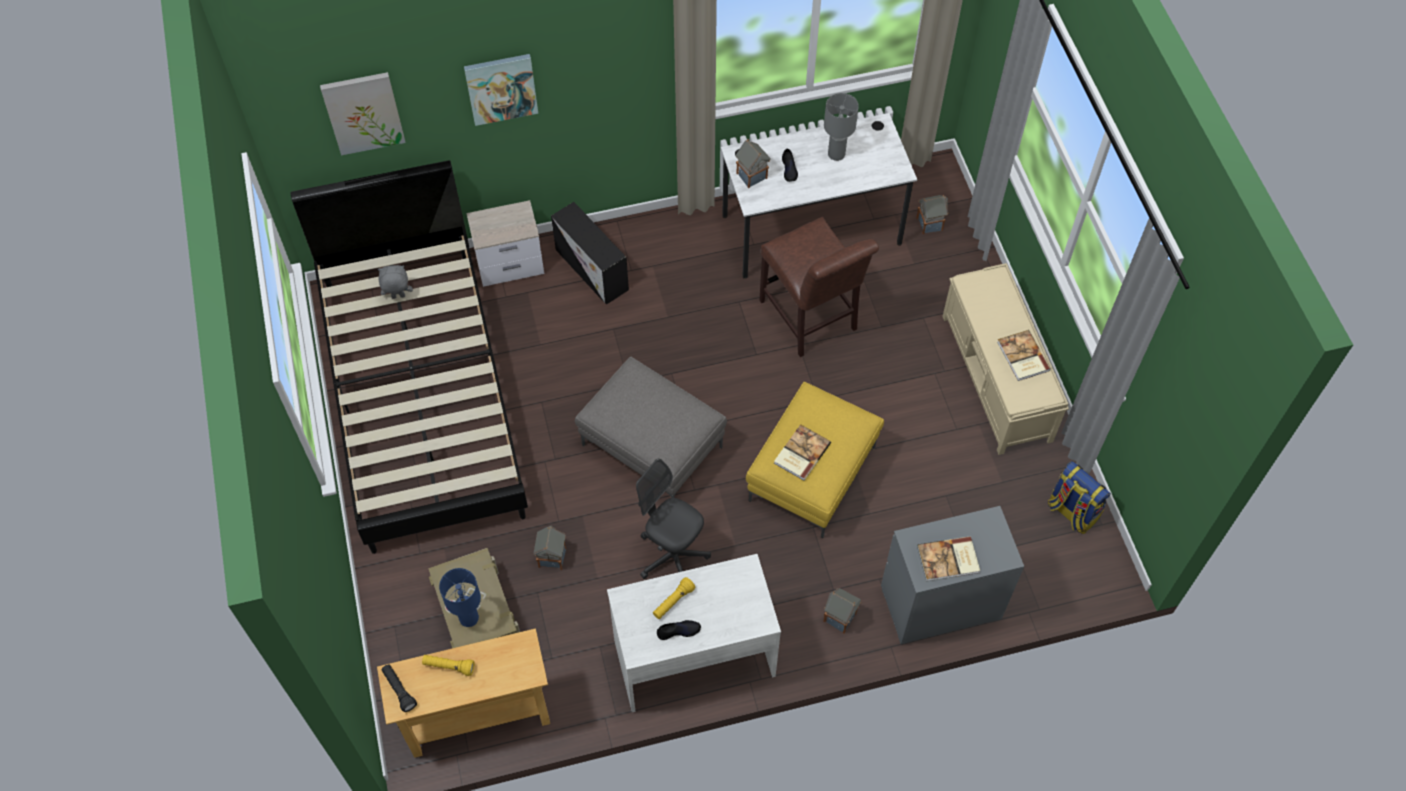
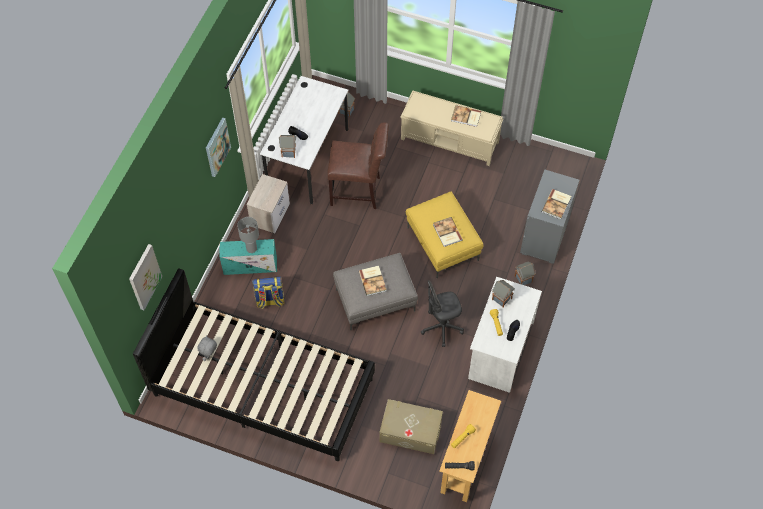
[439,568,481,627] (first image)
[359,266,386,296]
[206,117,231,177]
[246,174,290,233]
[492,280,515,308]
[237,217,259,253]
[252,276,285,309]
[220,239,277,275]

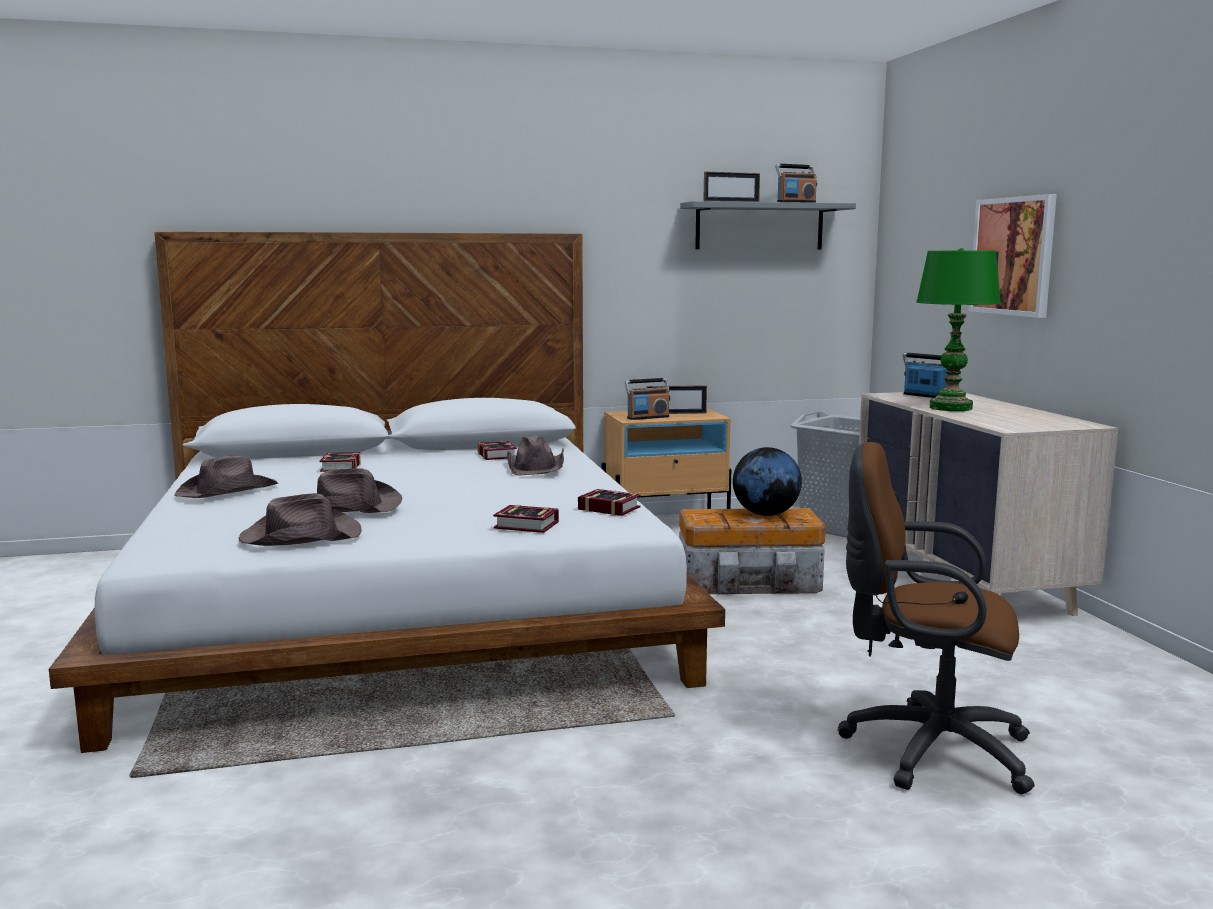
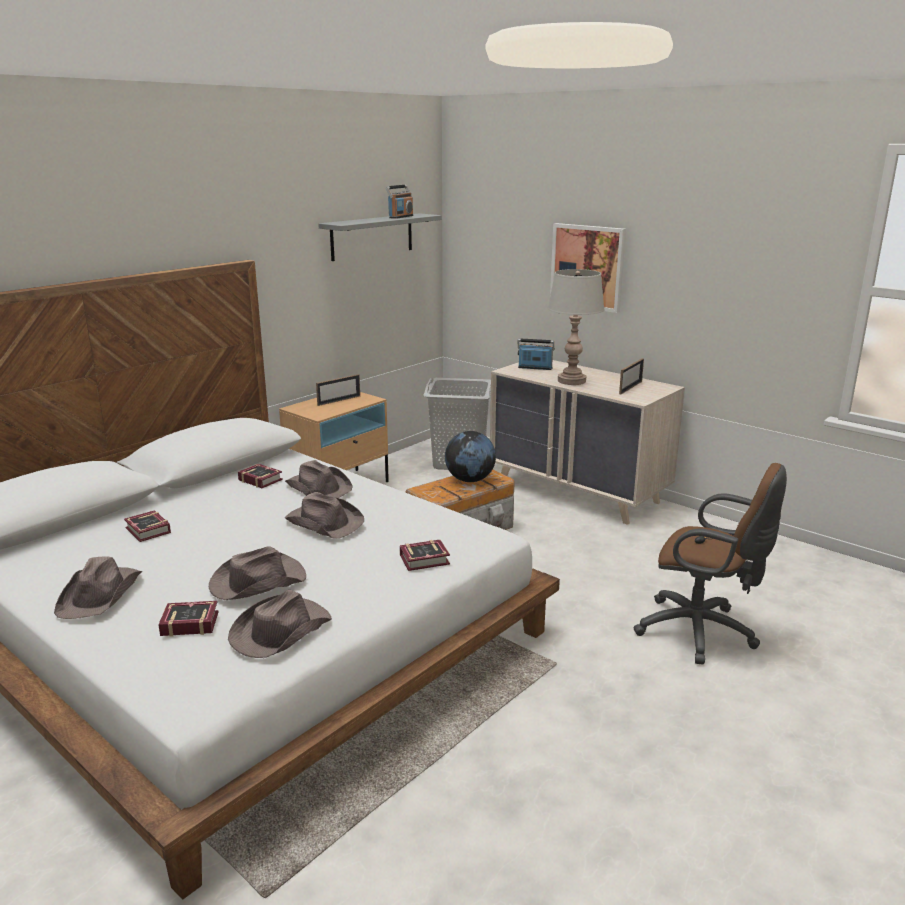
[625,378,670,420] (first image)
[285,492,364,539]
[158,601,219,637]
[619,358,644,394]
[548,269,605,385]
[634,463,787,665]

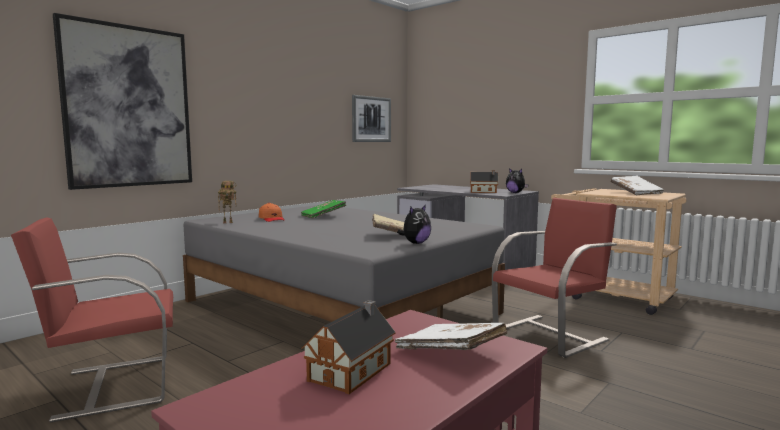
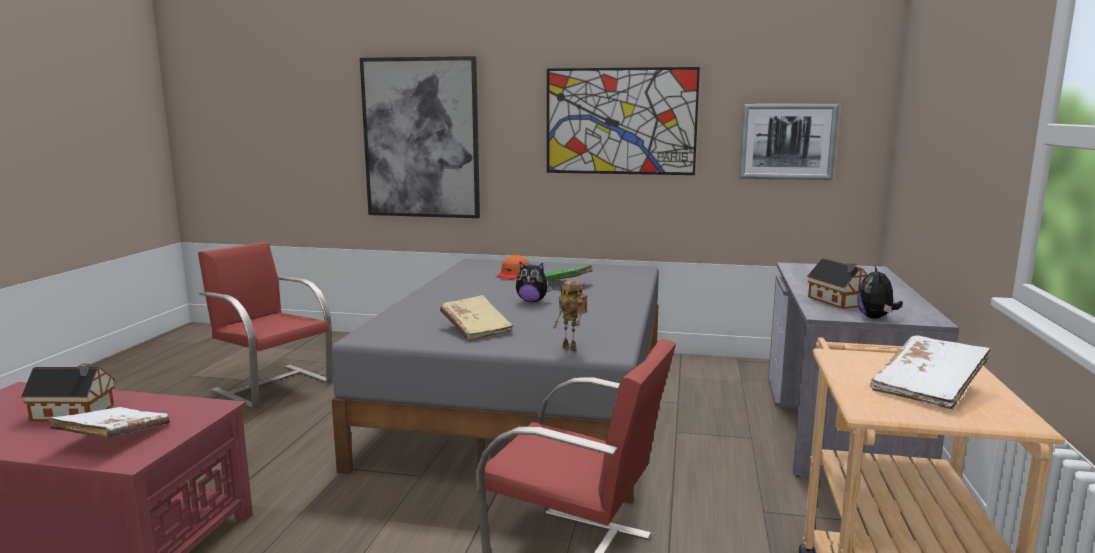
[547,67,700,175]
[554,281,587,352]
[516,262,552,302]

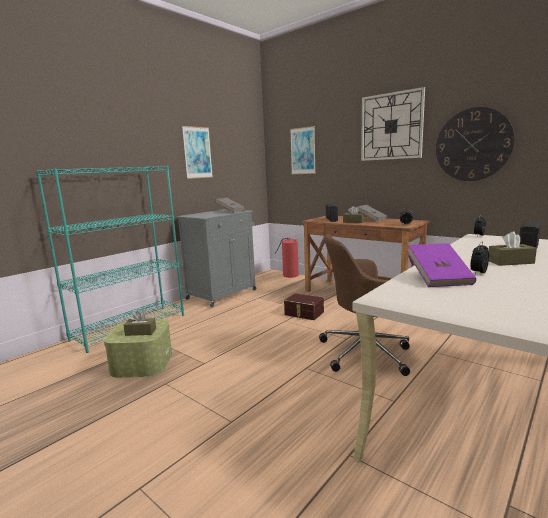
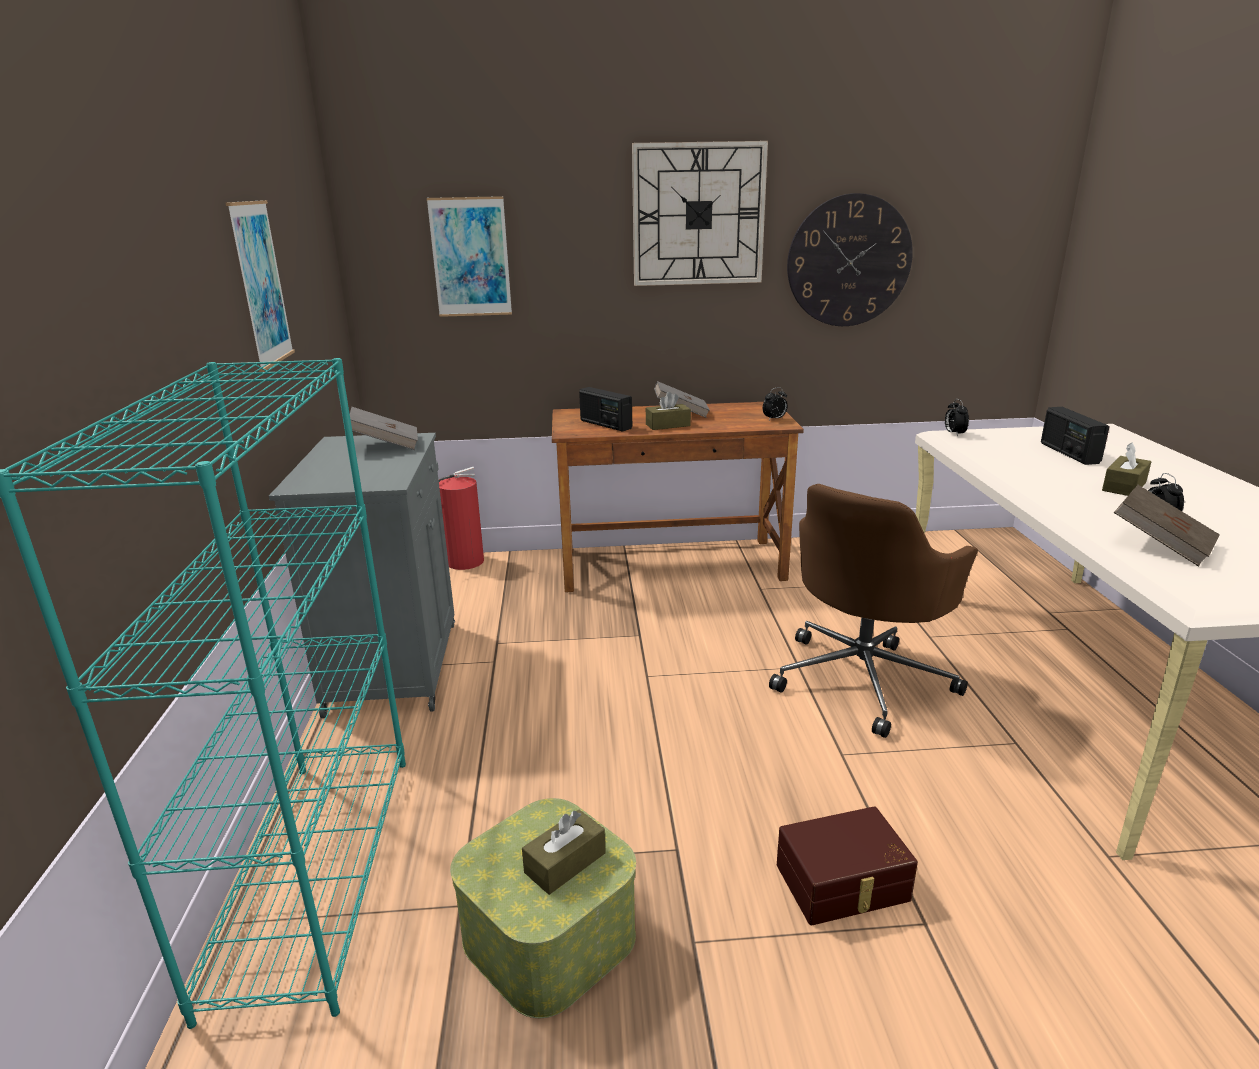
[777,806,918,925]
[1114,485,1220,567]

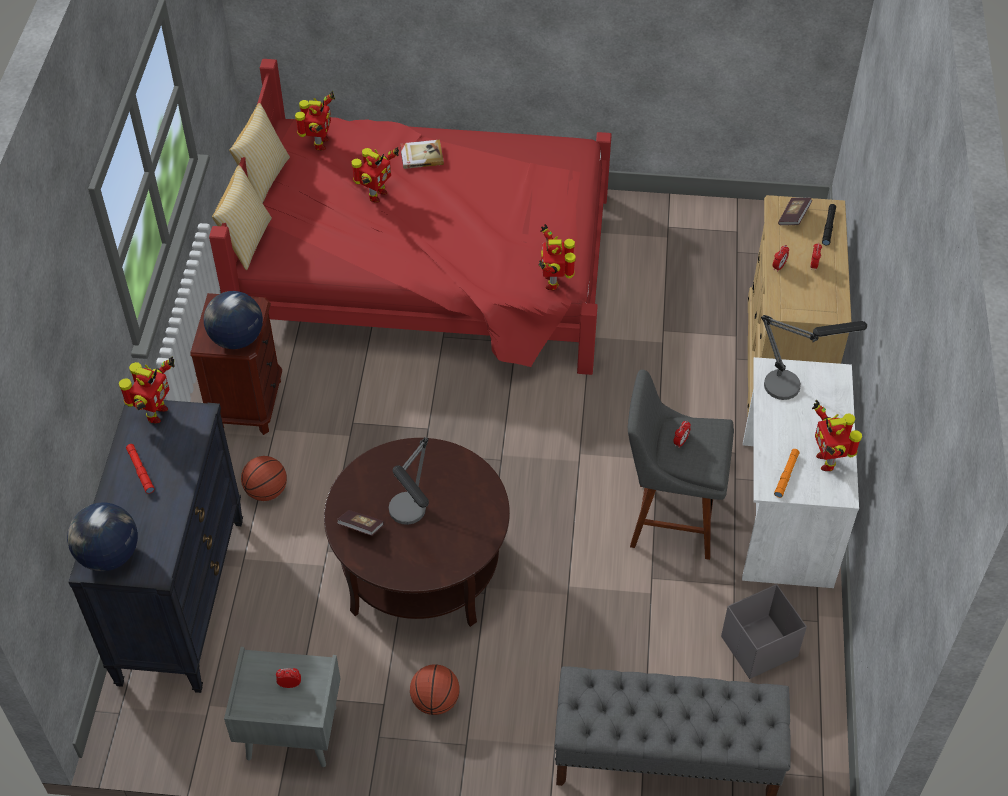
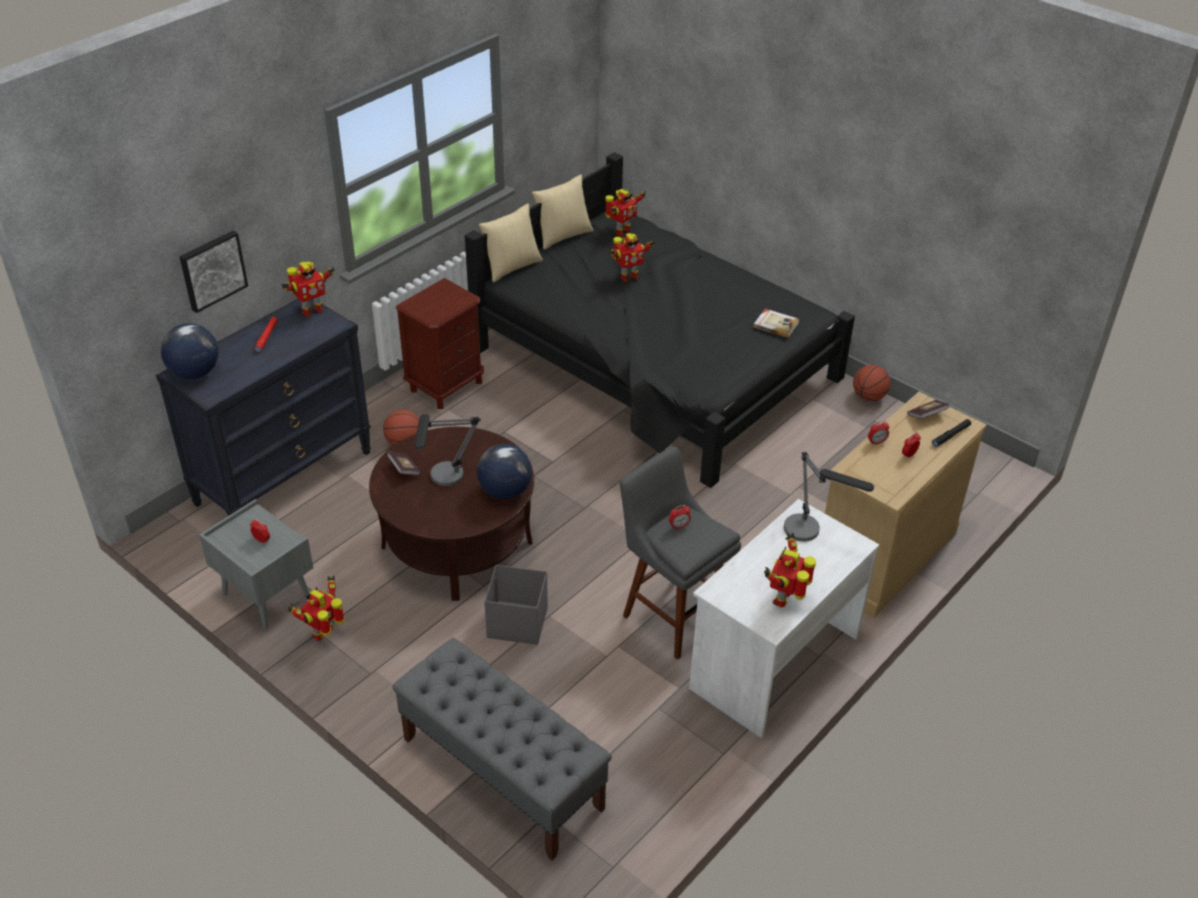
[774,449,800,498] (first image)
[180,231,248,313]
[477,444,532,499]
[753,309,799,338]
[853,365,890,401]
[288,576,345,641]
[484,565,548,645]
[465,152,855,488]

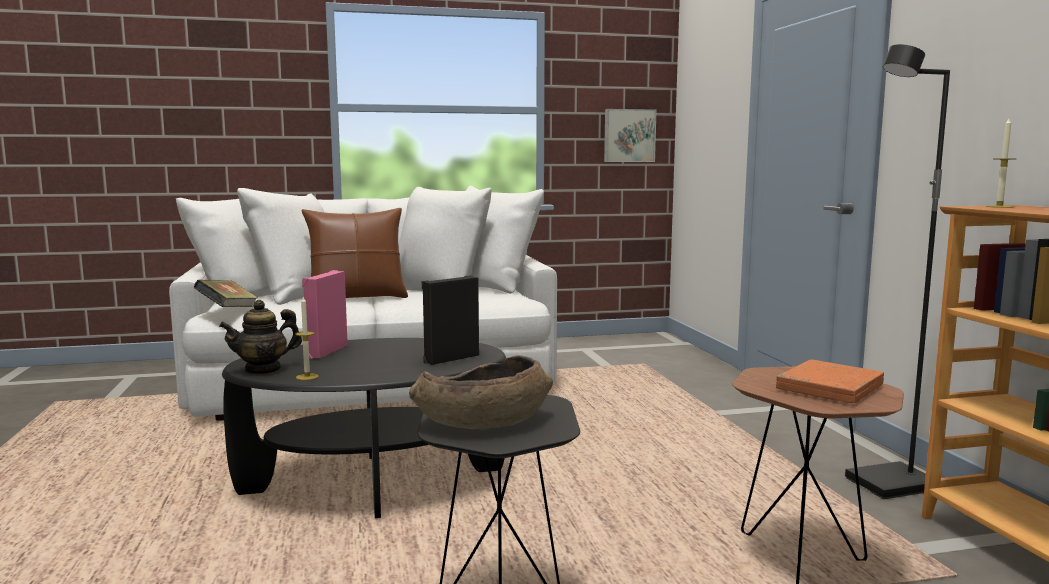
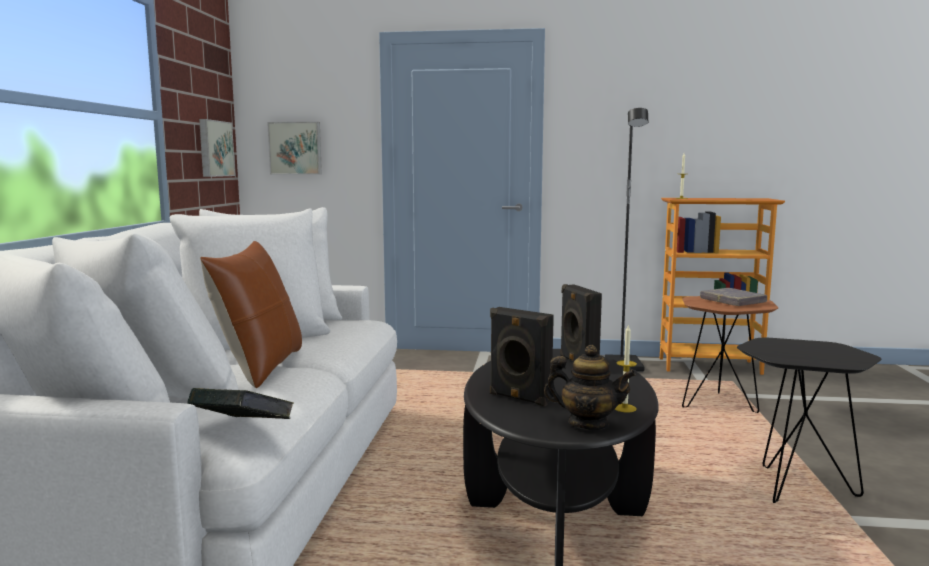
[409,355,553,429] (first image)
[267,122,322,175]
[490,307,554,406]
[700,288,767,306]
[544,345,636,430]

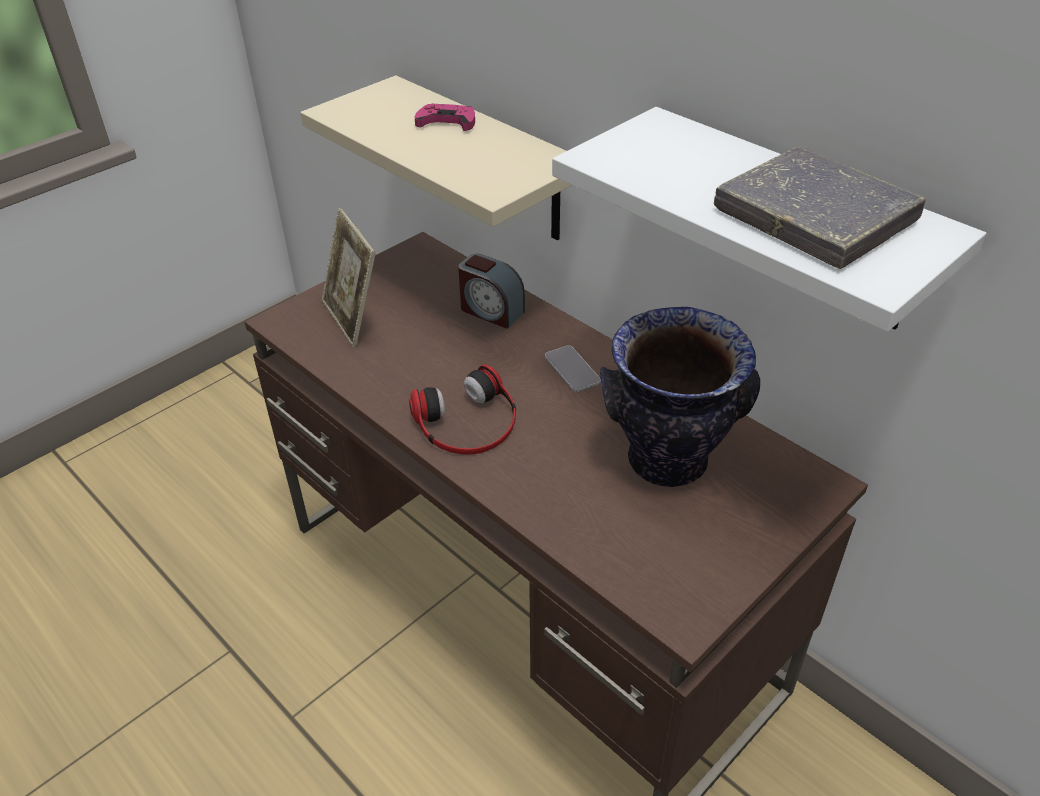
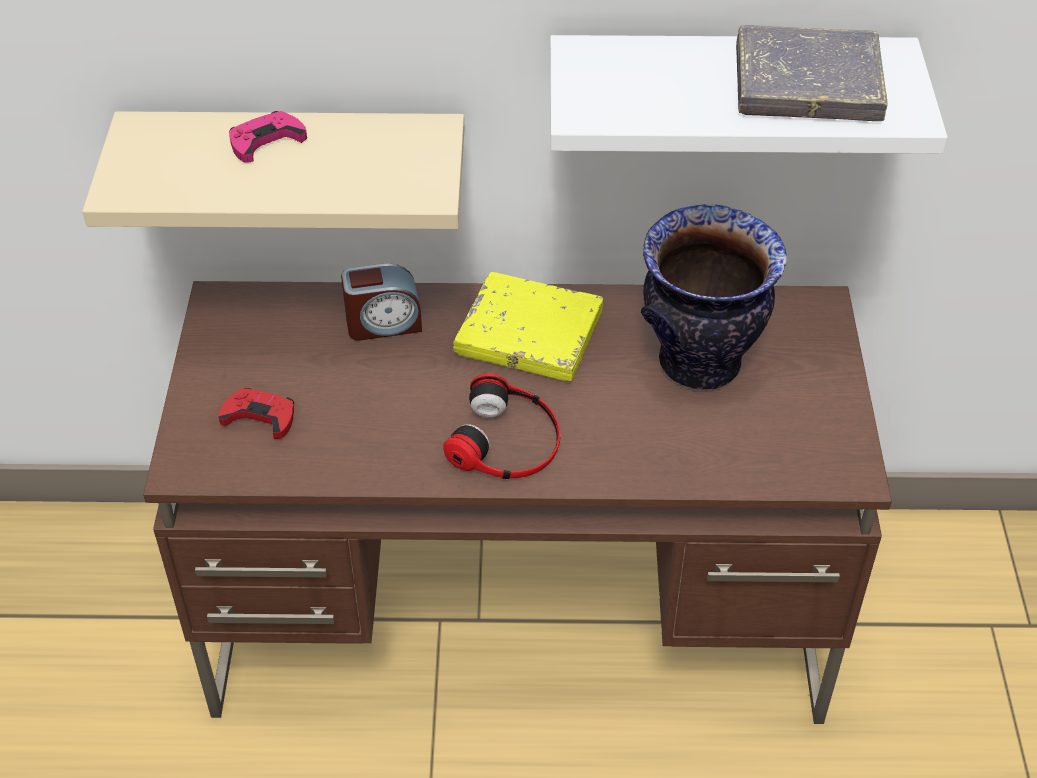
[218,388,294,439]
[453,272,603,382]

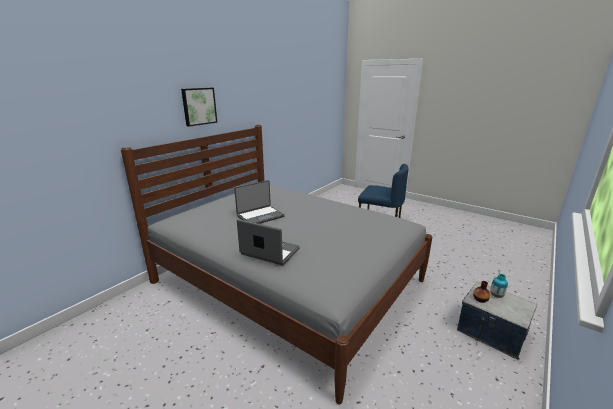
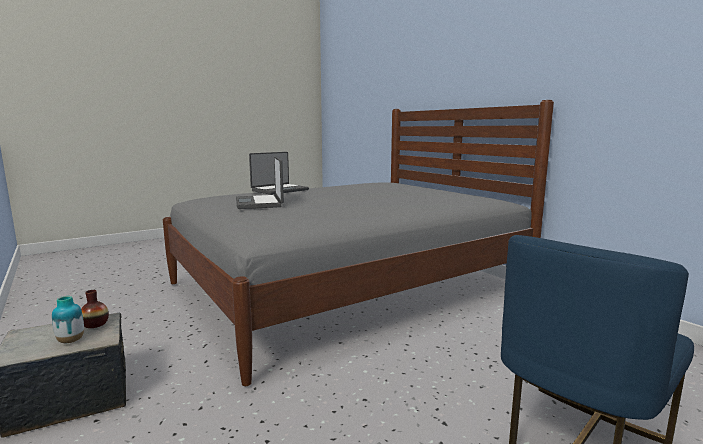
[181,88,217,127] (first image)
[236,156,284,209]

